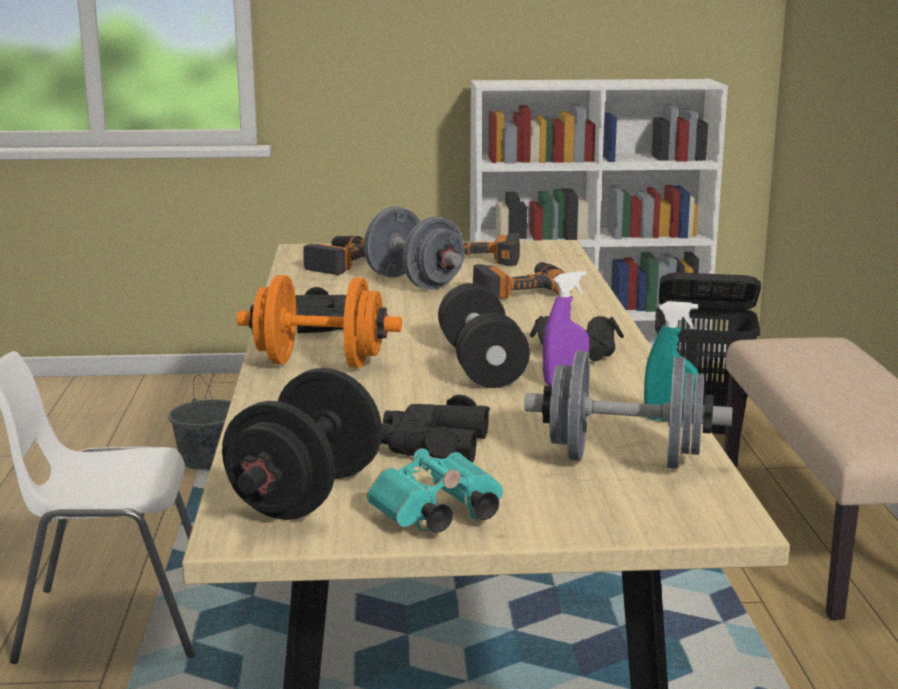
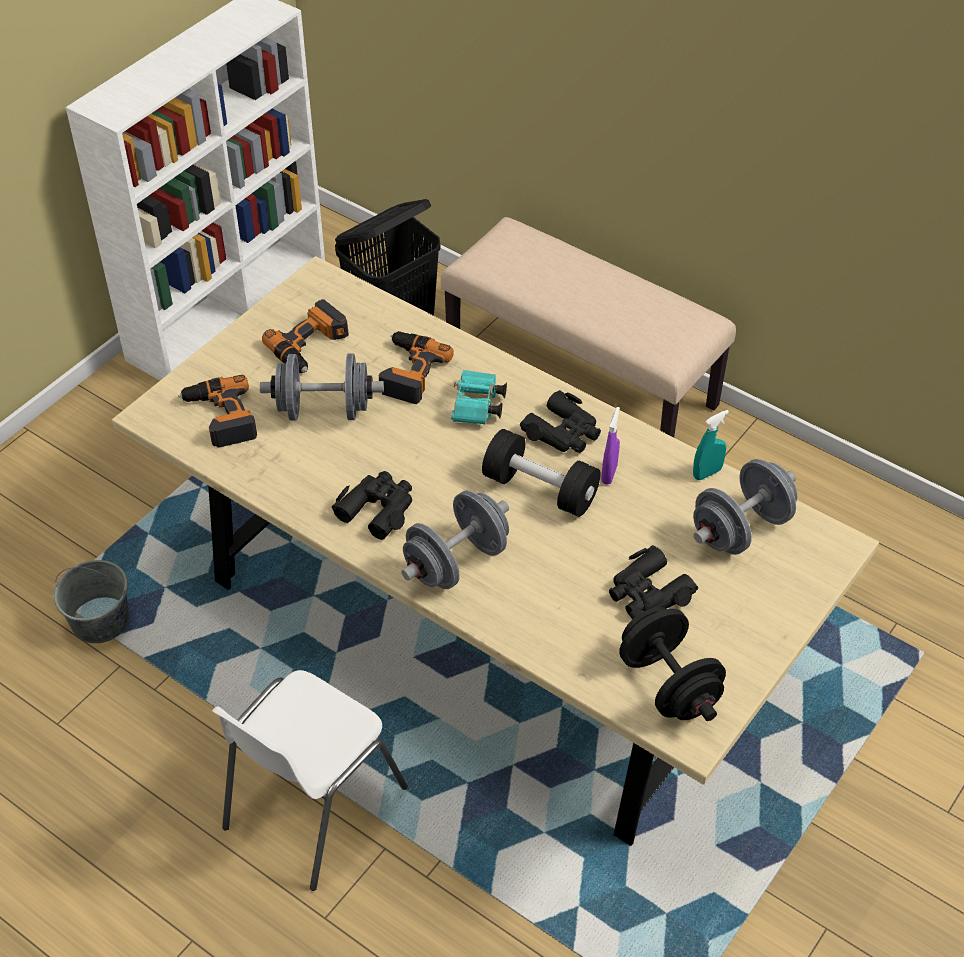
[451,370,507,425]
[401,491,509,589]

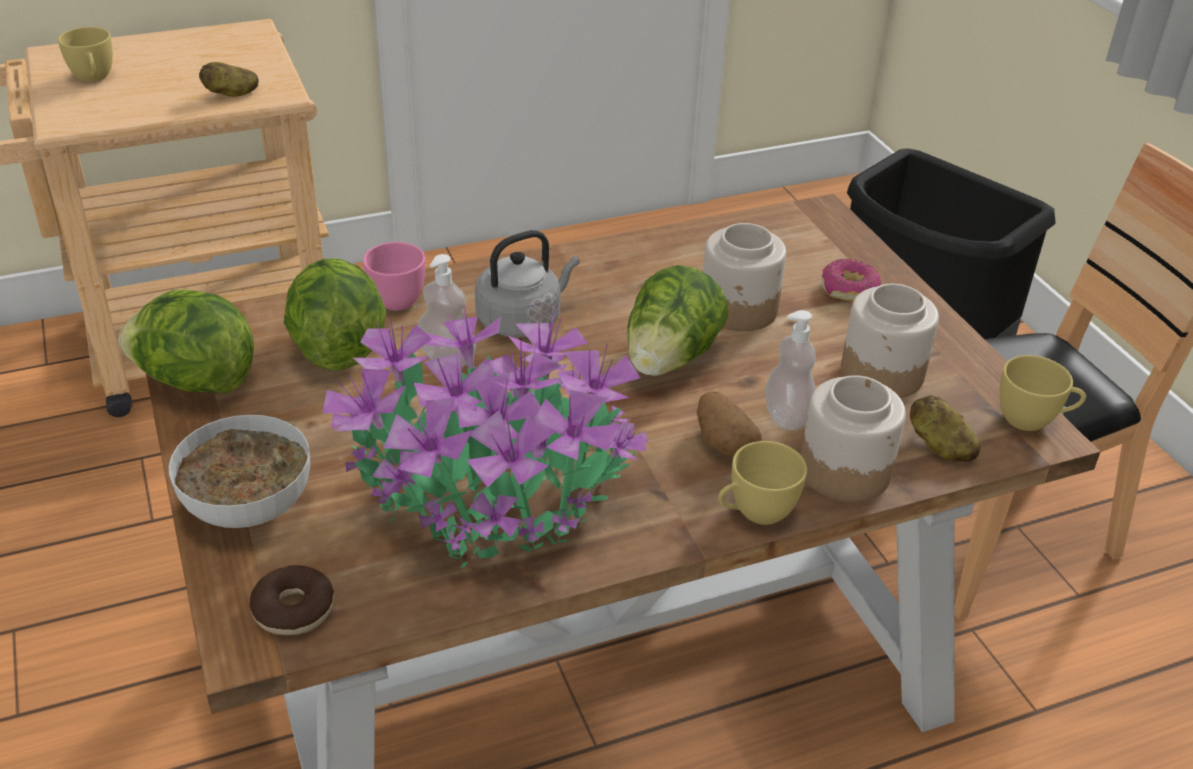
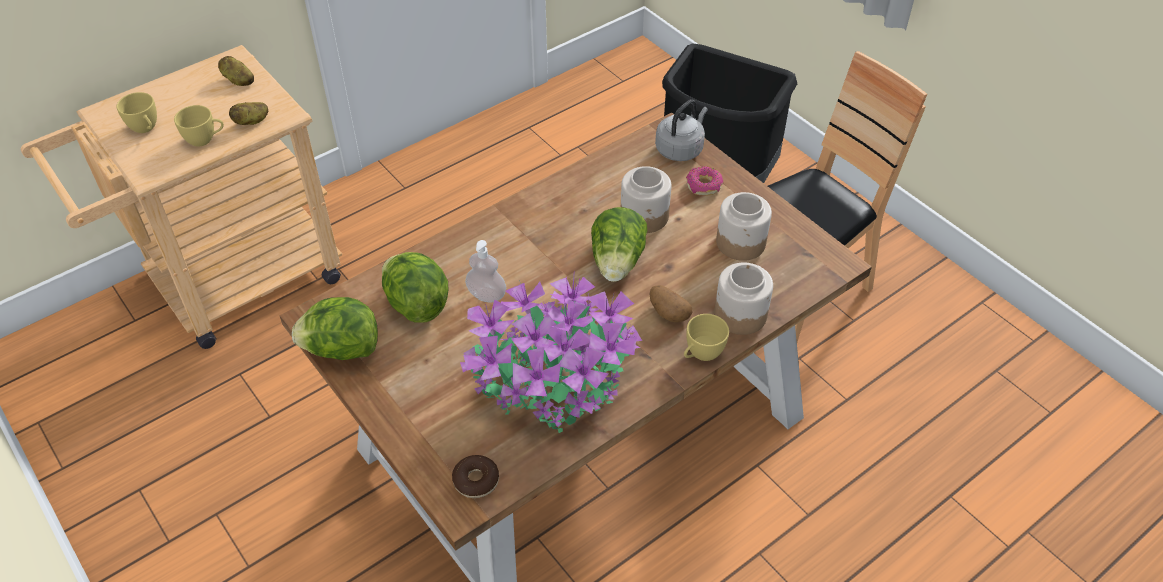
[169,415,310,528] (first image)
[363,242,425,311] (first image)
[765,310,816,430] (first image)
[655,99,708,161]
[218,56,254,86]
[174,105,224,147]

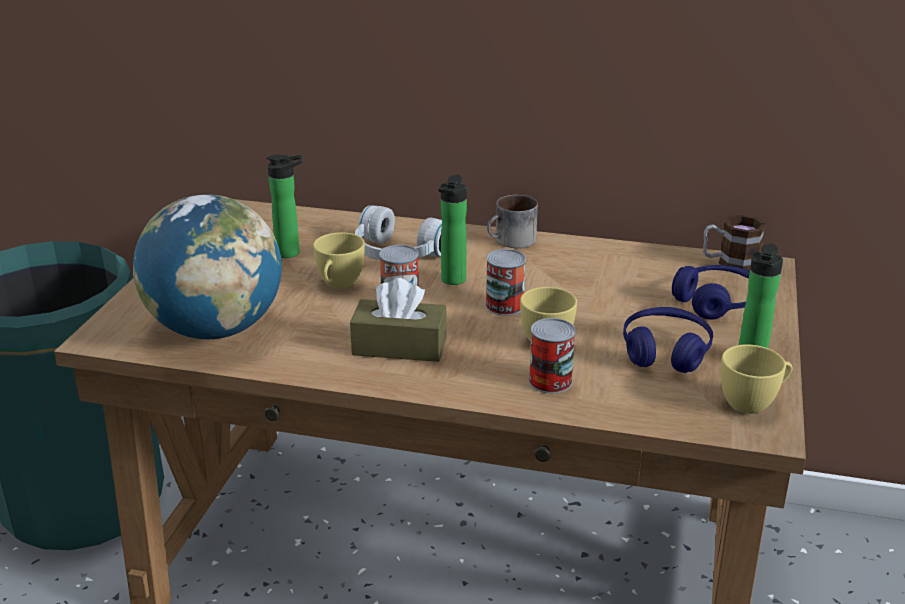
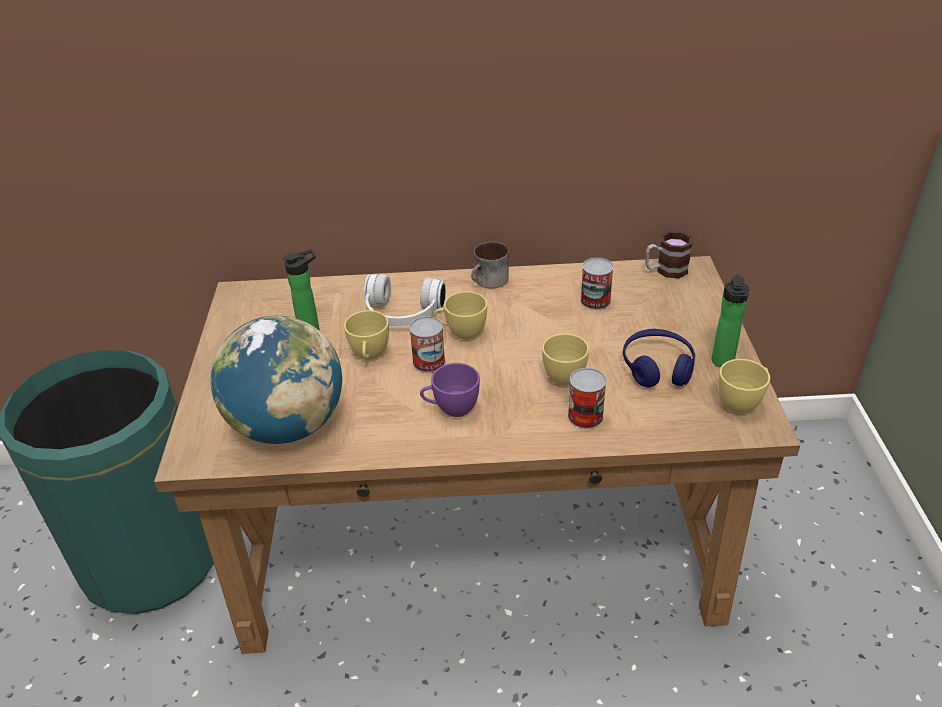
[672,265,750,320] (first image)
[580,258,614,310]
[420,363,480,417]
[434,291,487,340]

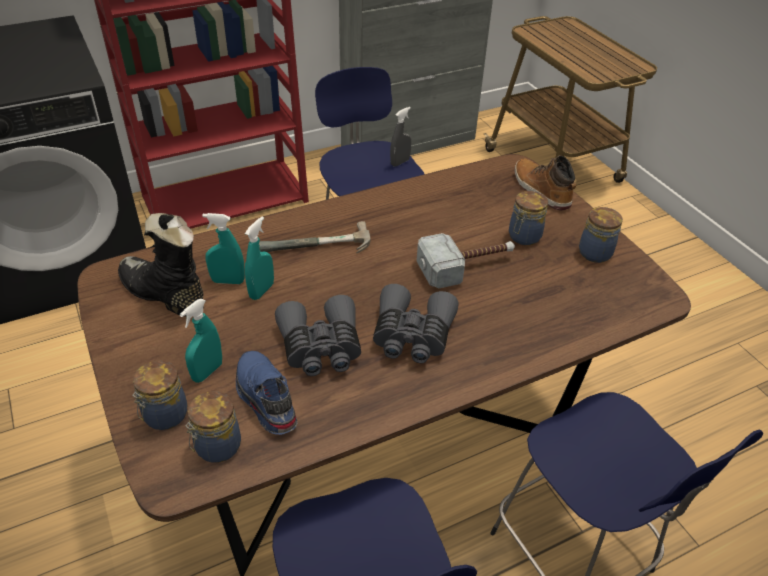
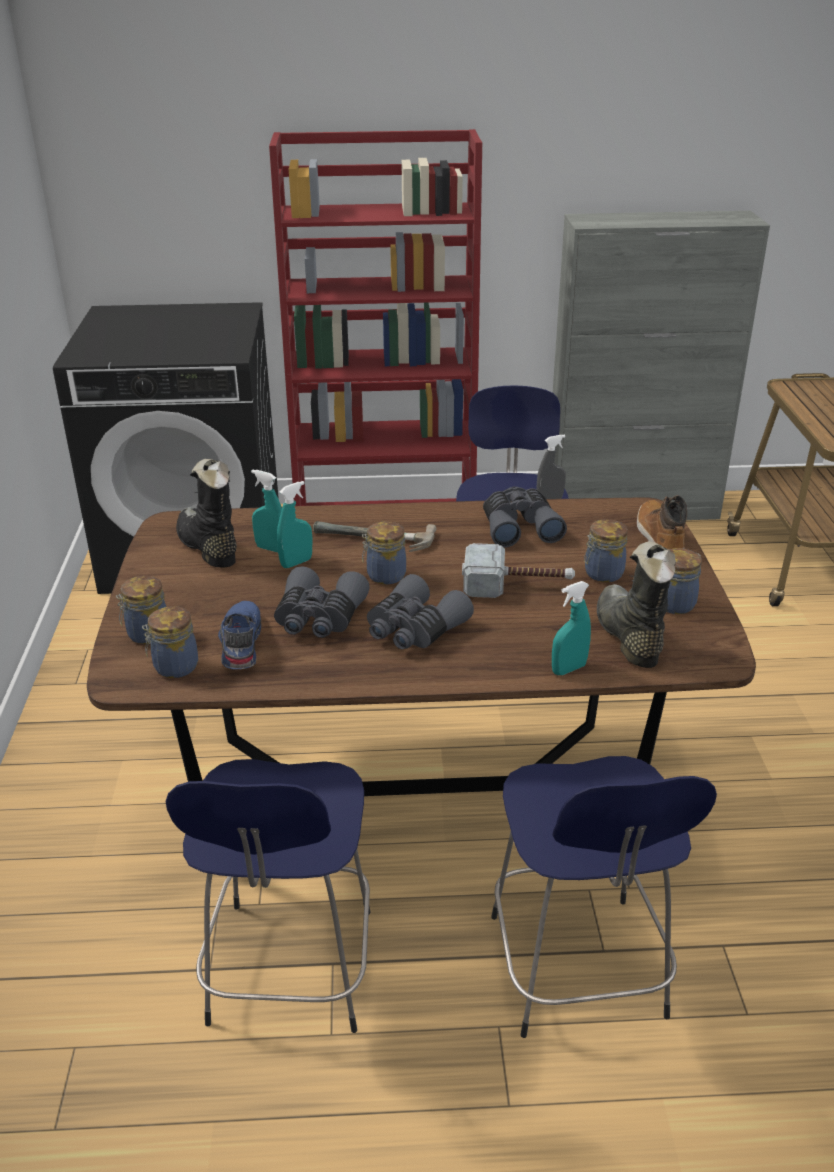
[362,521,406,584]
[483,486,567,547]
[597,541,676,668]
[552,581,591,675]

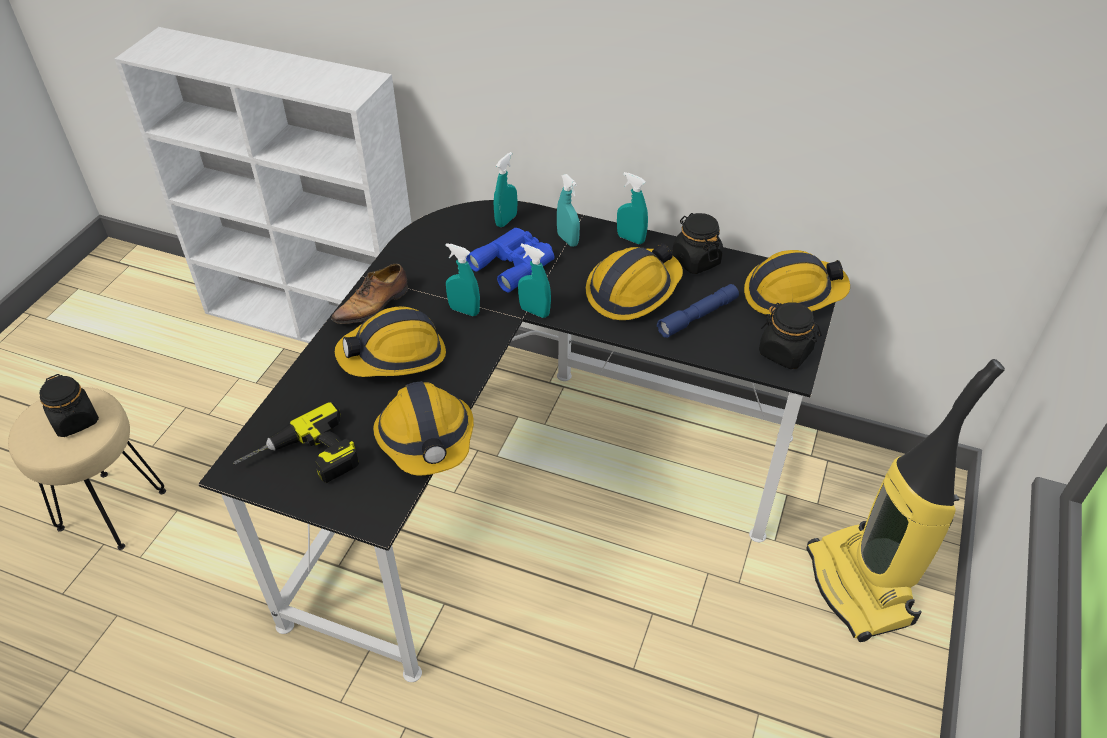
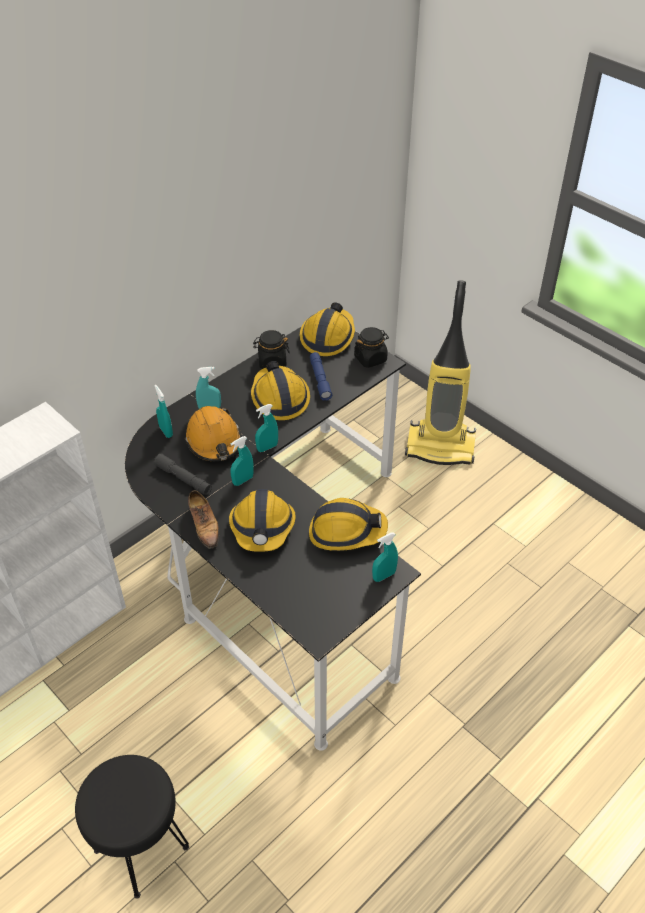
[40,374,99,437] (first image)
[233,402,359,483] (first image)
[154,453,212,495]
[372,532,398,582]
[185,406,241,461]
[75,755,189,898]

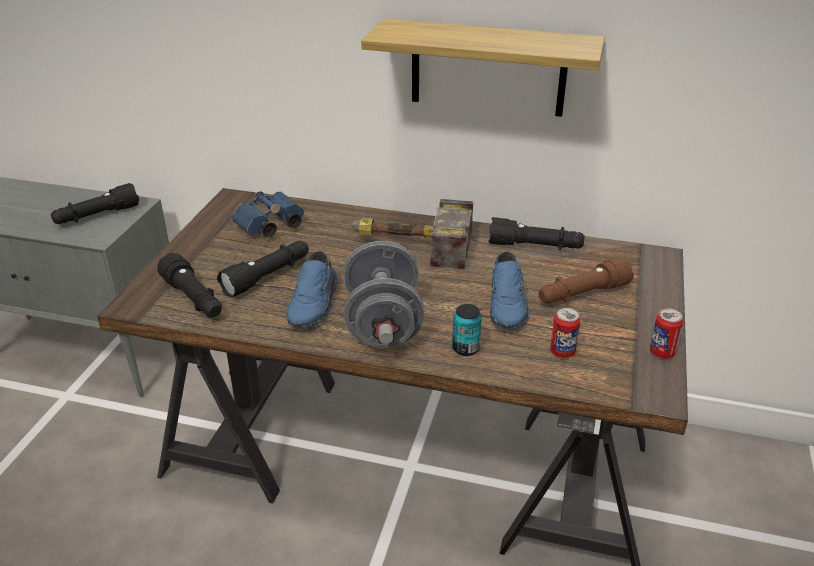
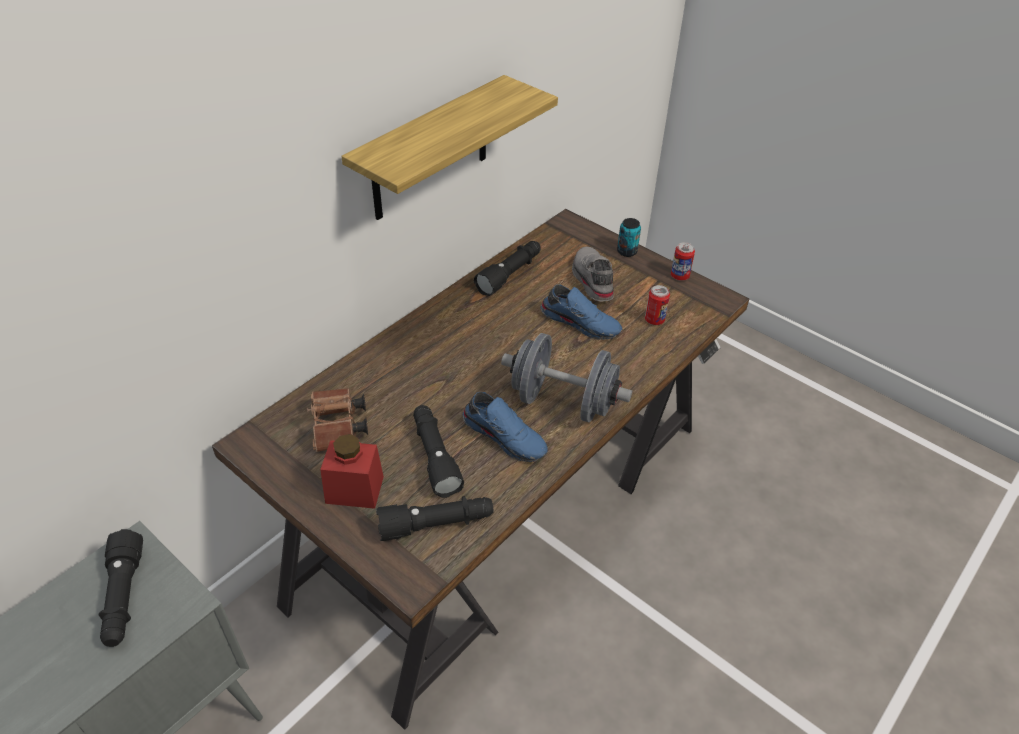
[351,199,473,269] (first image)
[320,434,384,509]
[617,218,641,257]
[572,247,614,302]
[307,388,368,452]

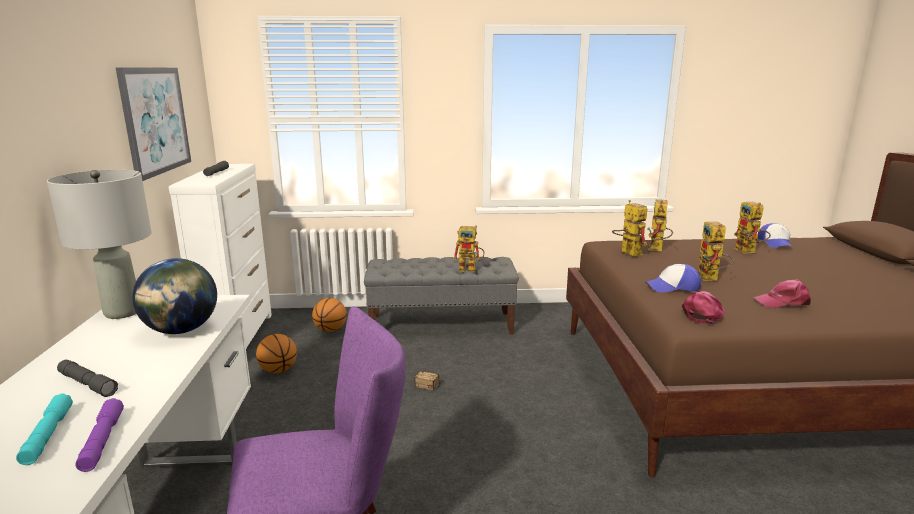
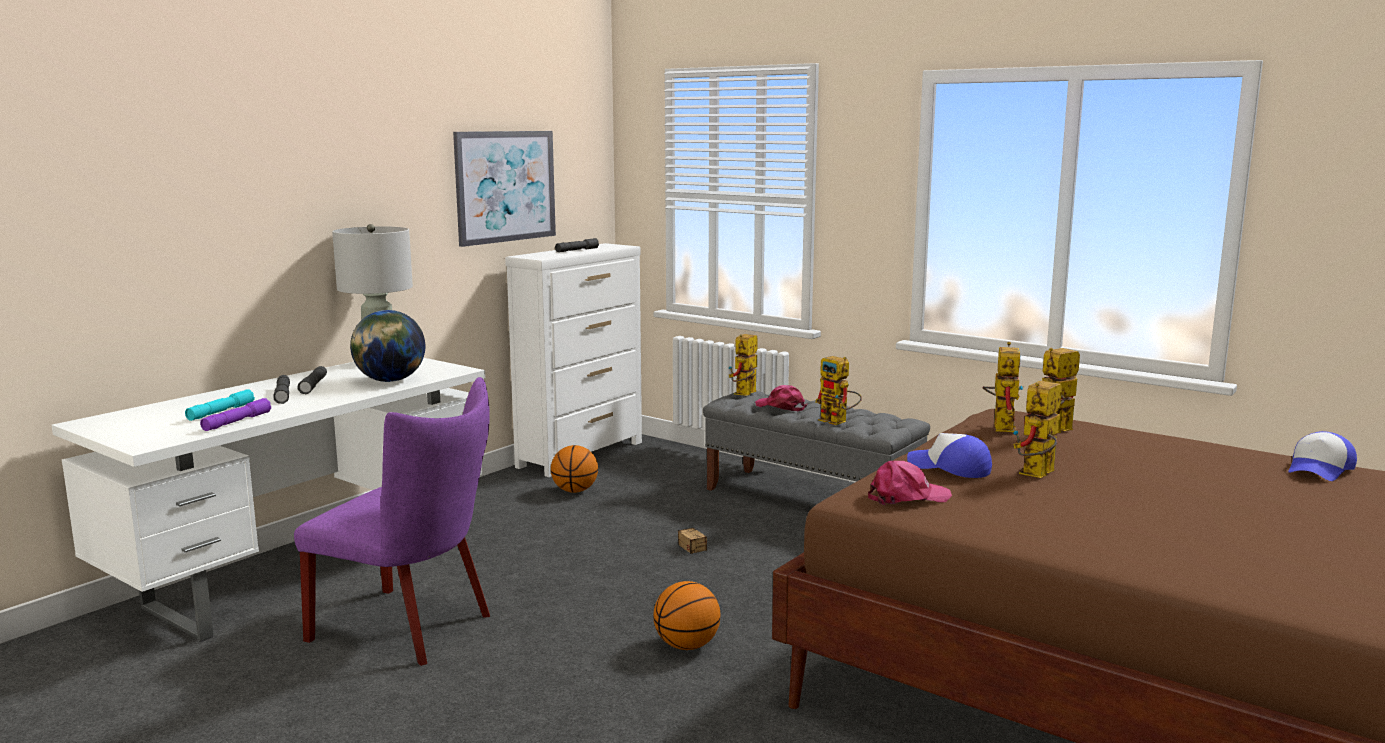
[297,366,327,394]
[654,581,720,650]
[729,334,758,396]
[755,385,807,411]

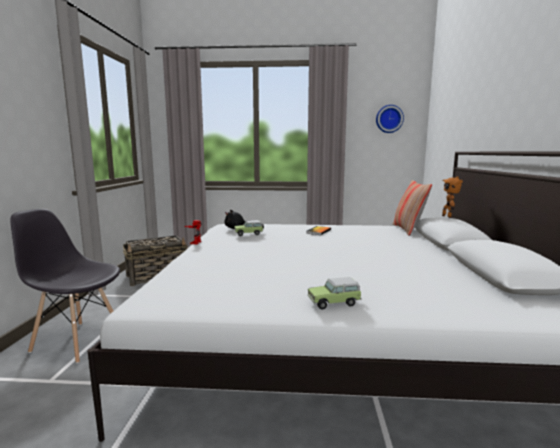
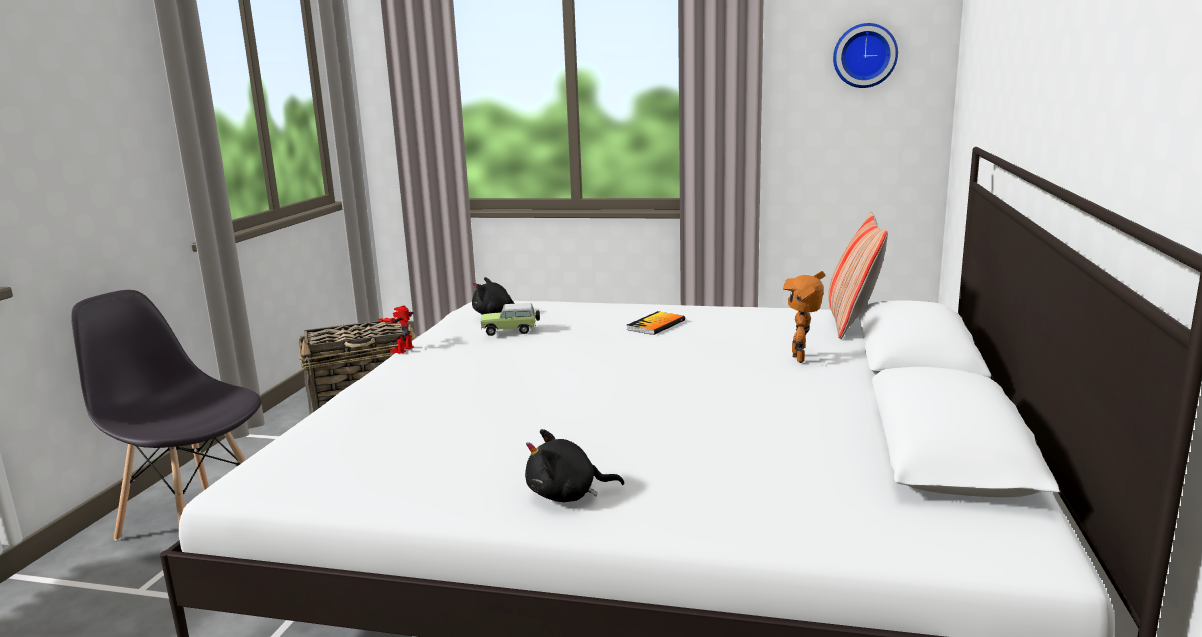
[783,271,825,363]
[525,429,624,502]

